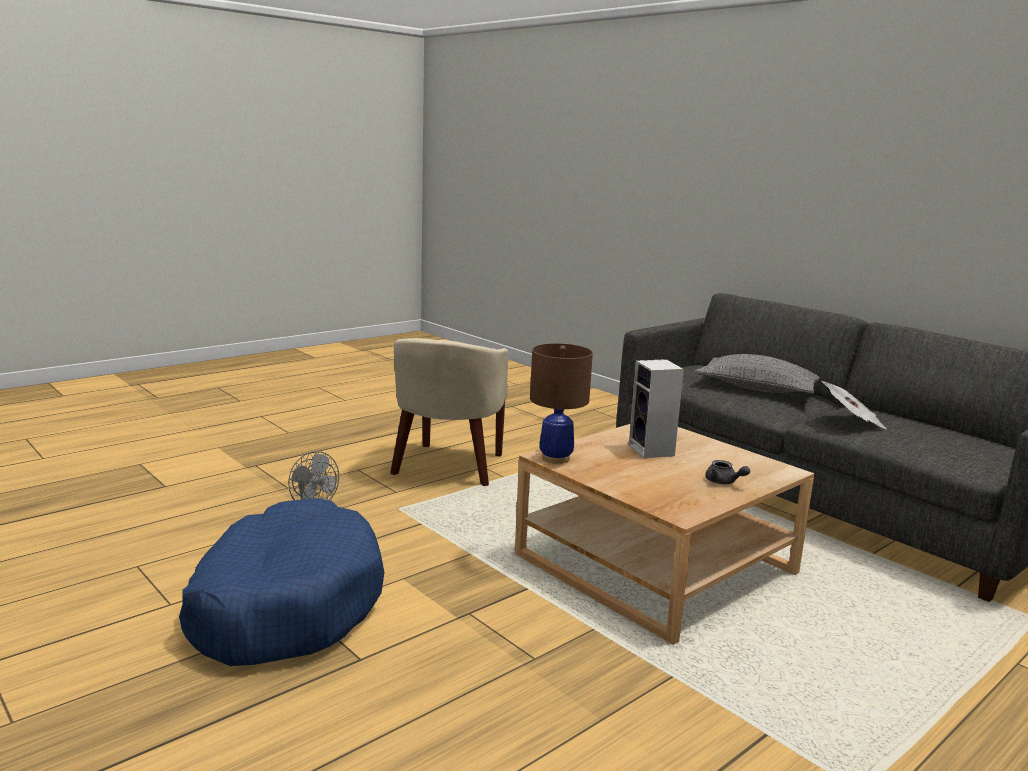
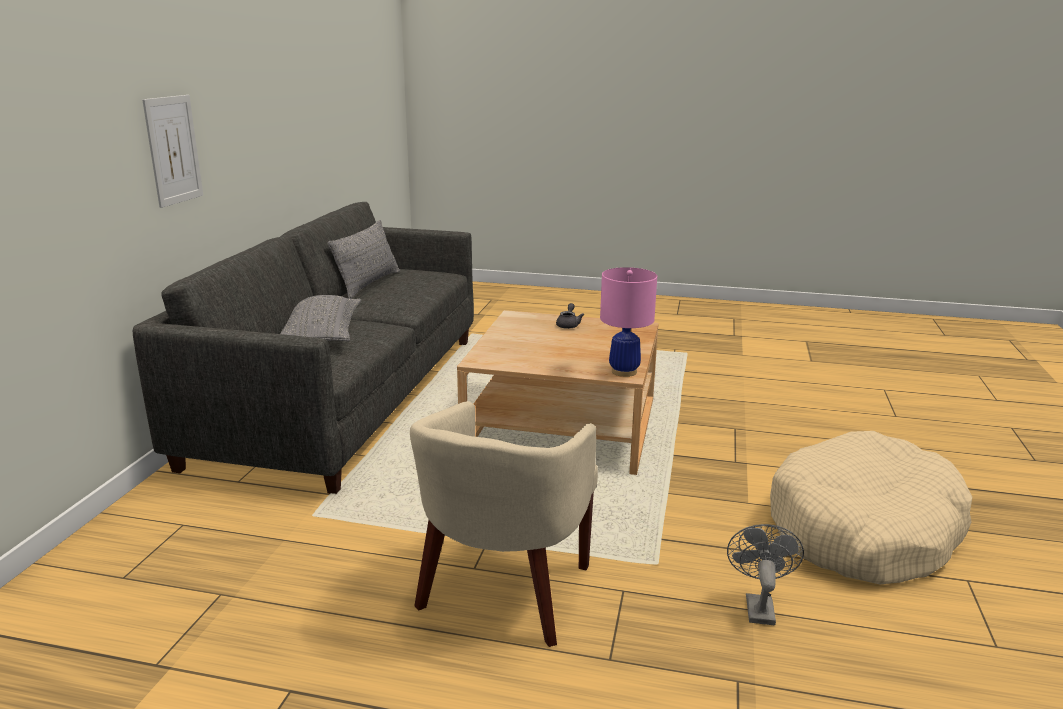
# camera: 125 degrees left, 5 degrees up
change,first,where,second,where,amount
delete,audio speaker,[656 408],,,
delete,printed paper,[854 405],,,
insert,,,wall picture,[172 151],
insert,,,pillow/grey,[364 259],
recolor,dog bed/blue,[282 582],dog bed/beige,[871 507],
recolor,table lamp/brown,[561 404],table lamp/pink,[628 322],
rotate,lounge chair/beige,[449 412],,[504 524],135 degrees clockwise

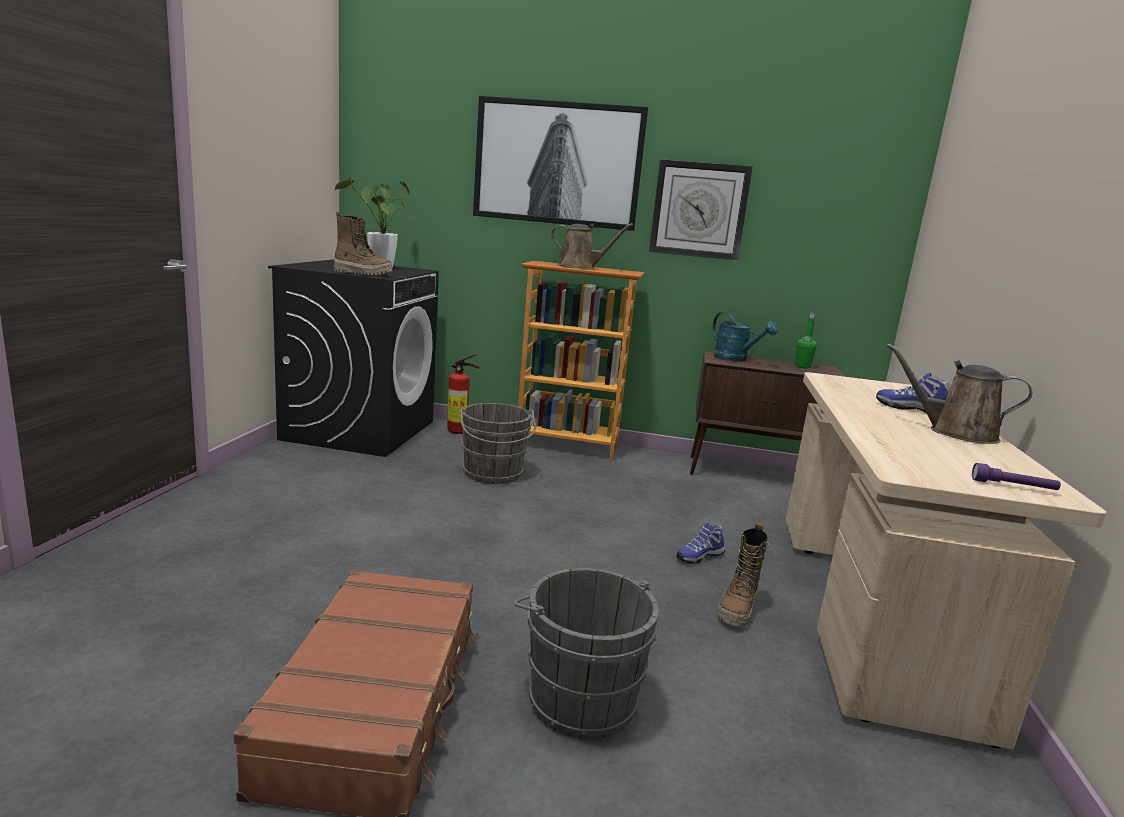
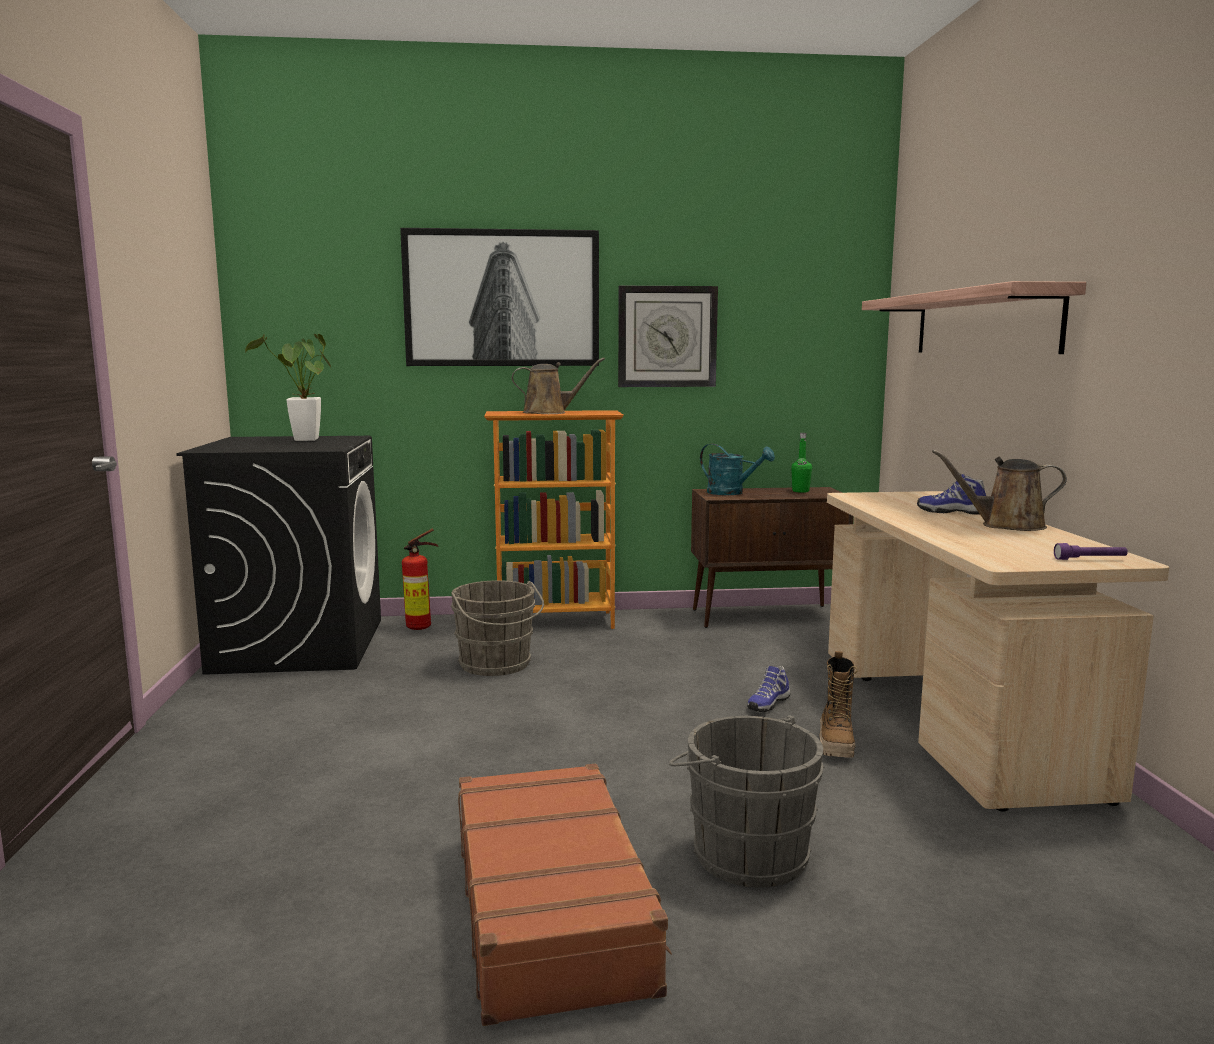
# camera: 15 degrees left, 5 degrees down
change,first,where,second,where,amount
delete,high-top boot,[363 243],,,
insert,,,bracket shelf,[974 317],

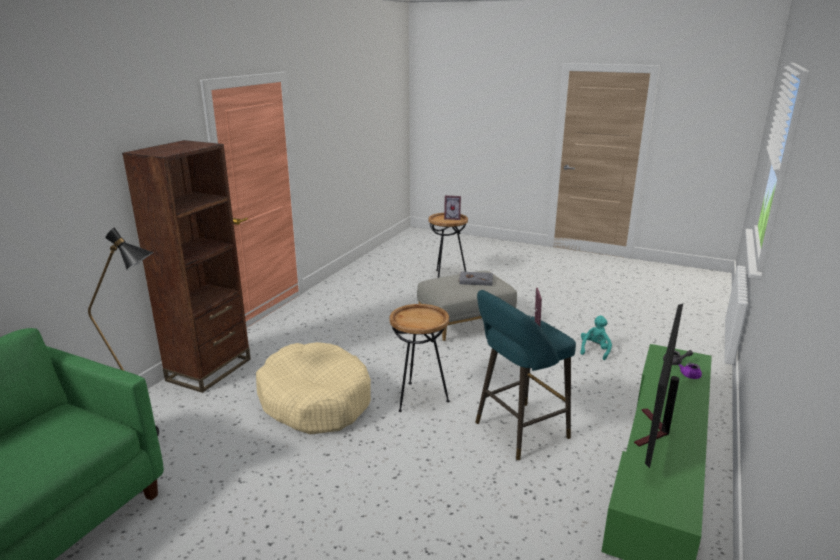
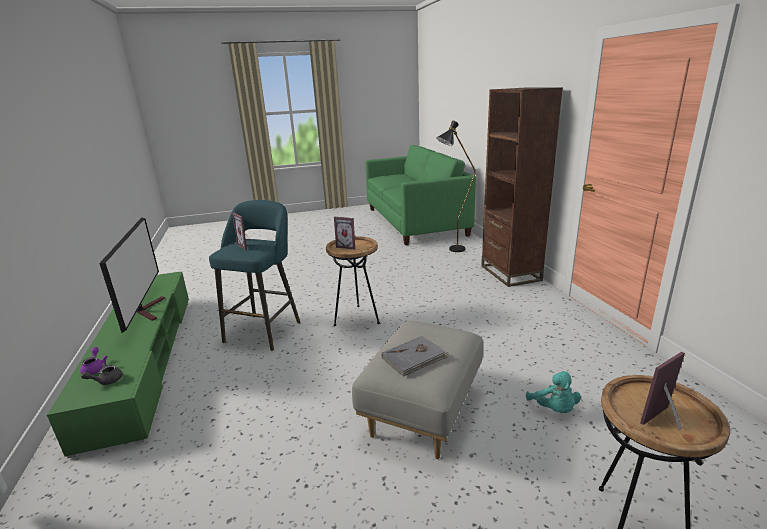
# camera: 140 degrees right, 0 degrees up
change,first,where,second,where,amount
delete,dog bed/beige,[313 388],,,
insert,,,picture frame,[344 233],
move,cuddly toy/blue-green,[596 337],,[553 392],

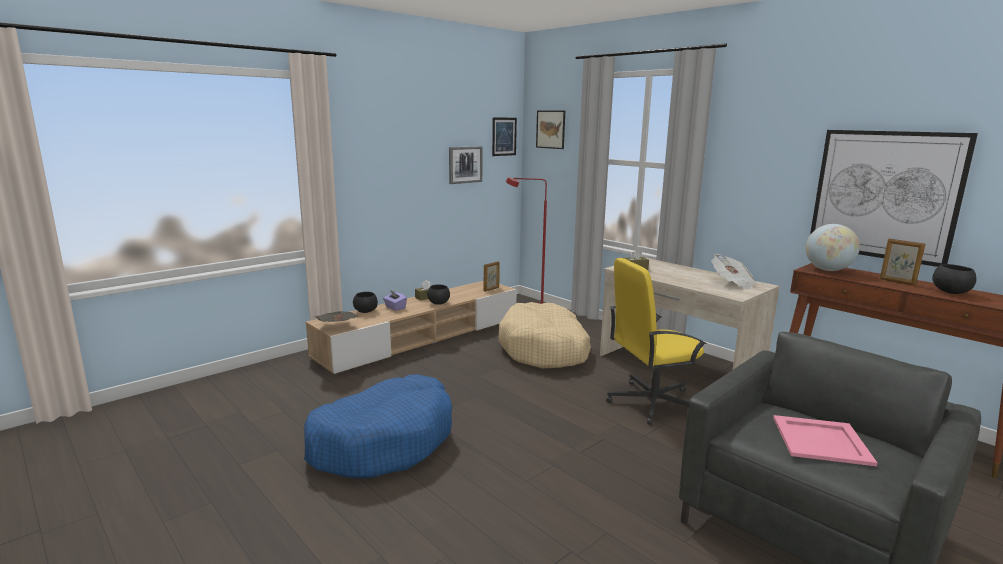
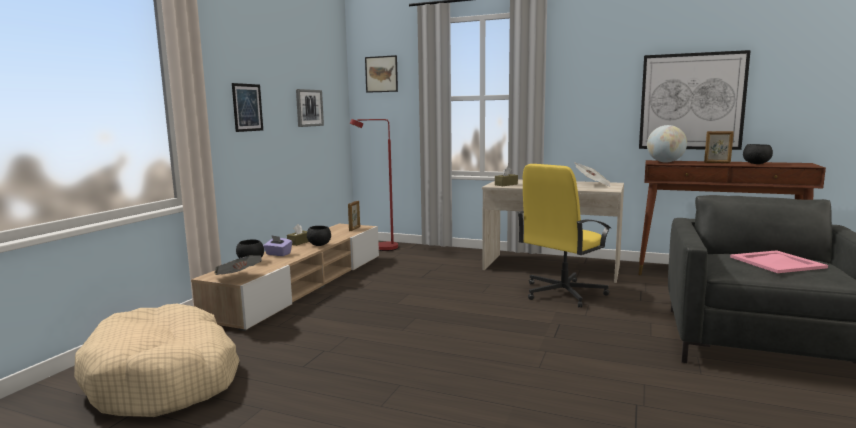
# camera: 25 degrees left, 5 degrees down
change,first,where,second,where,amount
delete,dog bed/blue,[378 426],,,
move,wall picture,[504 136],,[247 107],
move,dog bed/beige,[545 335],,[157 360],

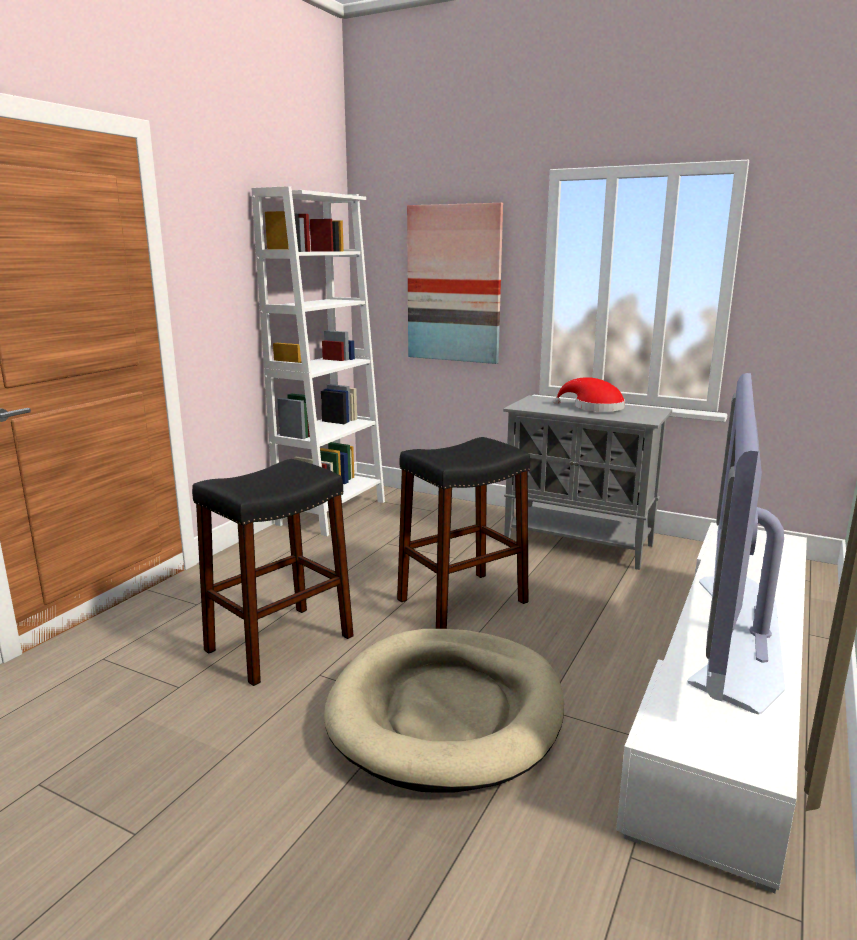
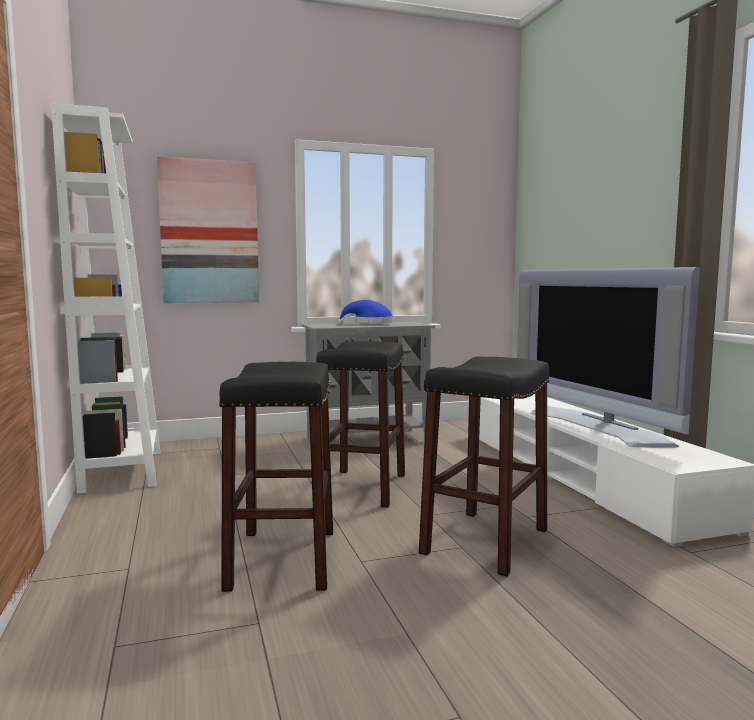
# camera: 45 degrees left, 10 degrees down
change,first,where,second,where,amount
replace,dog bed/beige,[444 711],stool seat/black,[484 466],
recolor,hat/red,[589 394],hat/blue,[365 312],

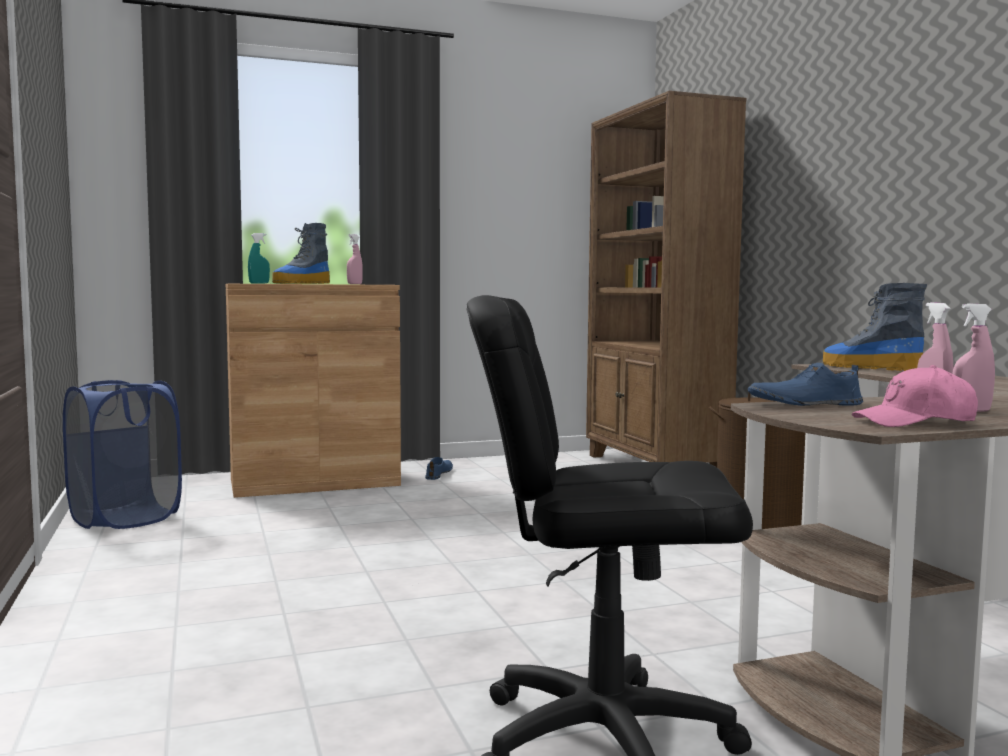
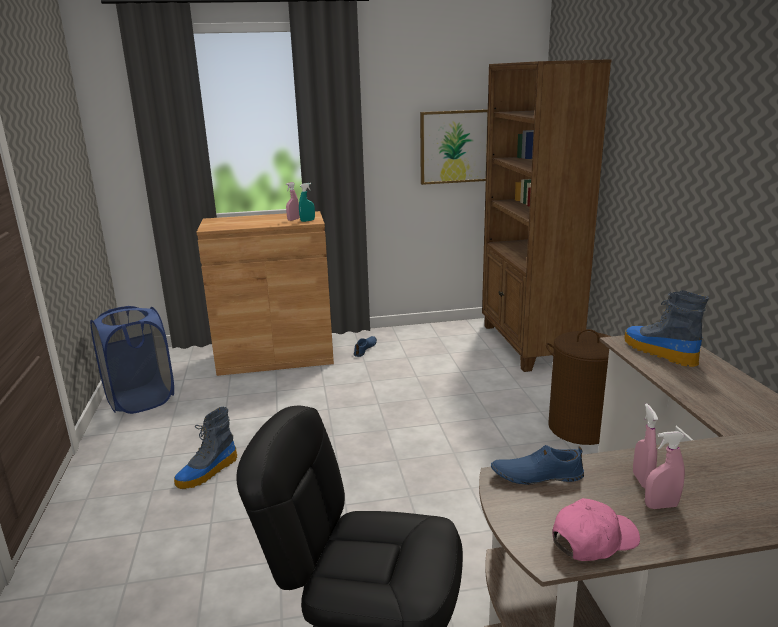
# camera: 10 degrees right, 15 degrees up
change,first,where,second,where,amount
insert,,,wall picture,[454 147],
move,hand sprayer/blue-green,[259 258],,[307 202],
move,high-top boot,[301 253],,[205 448],
rotate,cap/pink,[915 396],,[596 529],150 degrees clockwise

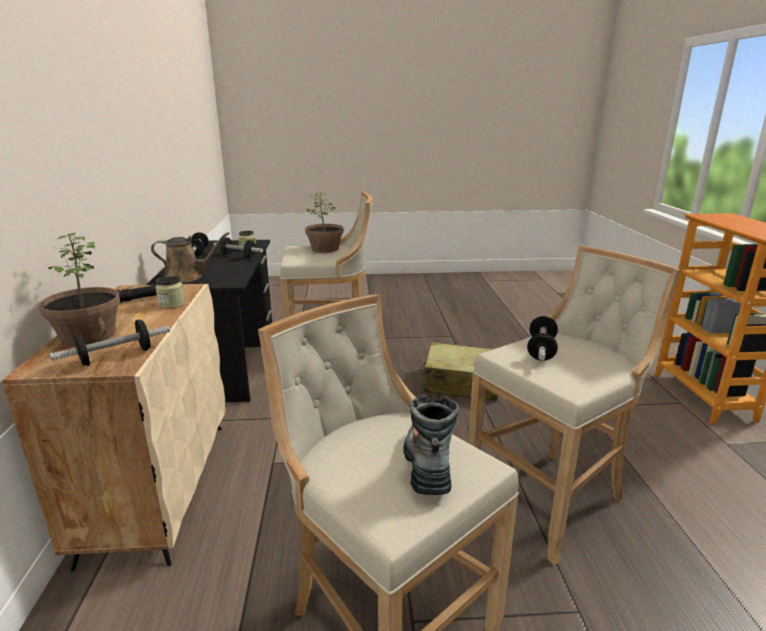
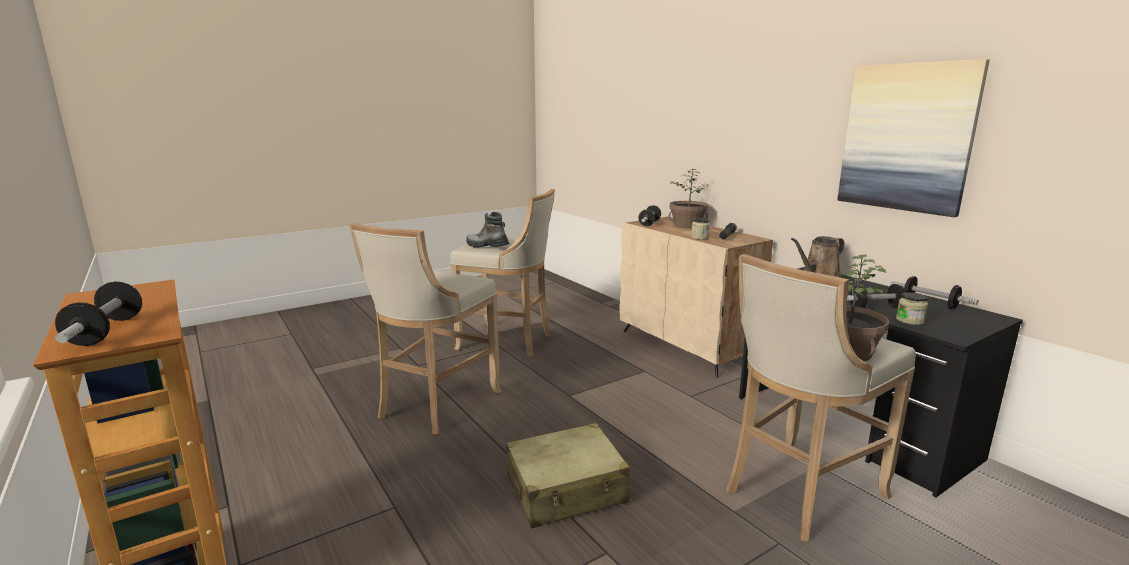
# camera: 150 degrees right, 5 degrees down
change,first,where,second,where,amount
insert,,,wall picture,[913 138],
move,hand weight,[542 338],,[98 314],
rotate,high-top boot,[431 445],,[487 230],150 degrees clockwise

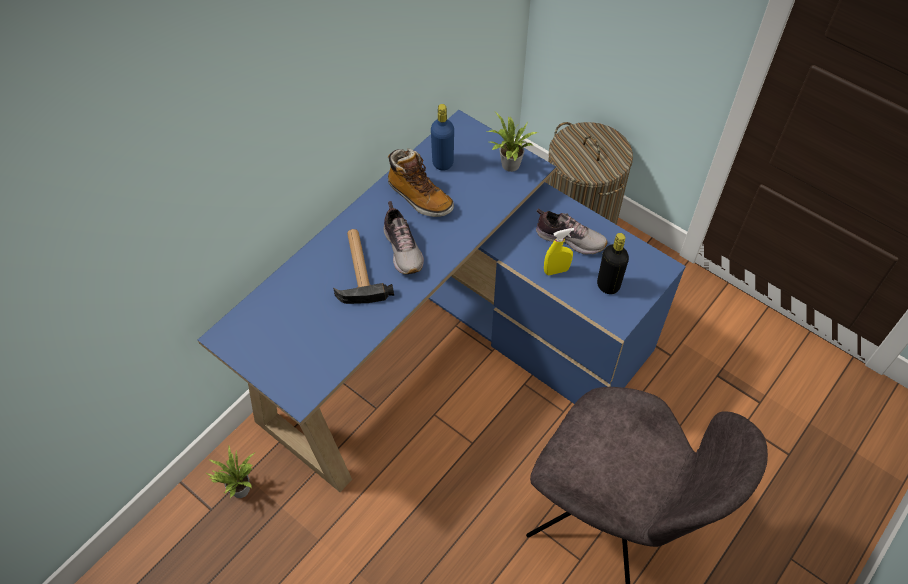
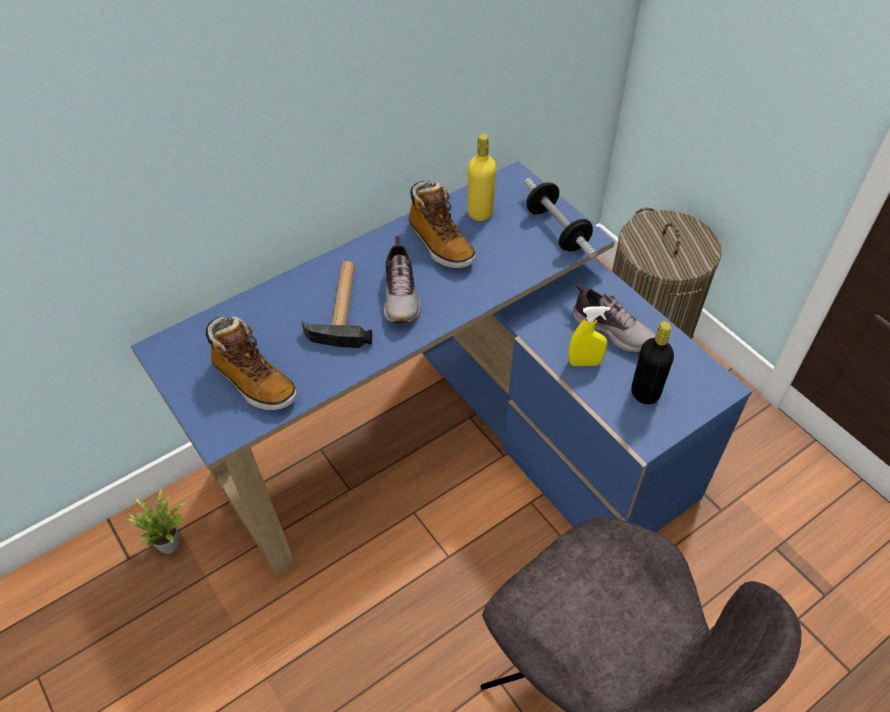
# camera: 15 degrees right, 5 degrees down
change,first,where,second,where,amount
insert,,,high-top boot,[251 363],
replace,plant in a pot,[512 142],hand weight,[560 218],
recolor,beverage bottle/blue,[442 137],beverage bottle/yellow-coloured,[482 177],

